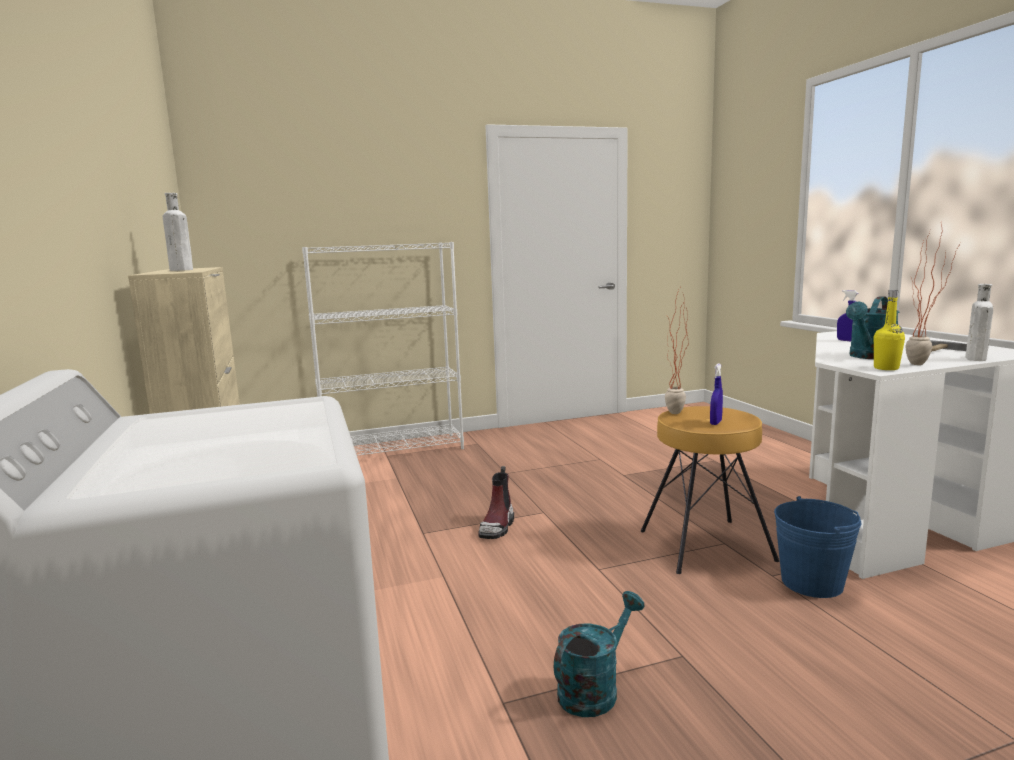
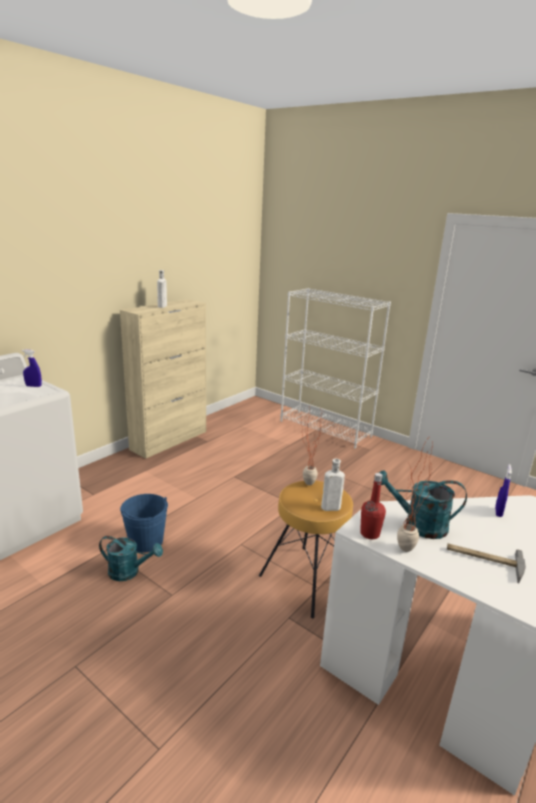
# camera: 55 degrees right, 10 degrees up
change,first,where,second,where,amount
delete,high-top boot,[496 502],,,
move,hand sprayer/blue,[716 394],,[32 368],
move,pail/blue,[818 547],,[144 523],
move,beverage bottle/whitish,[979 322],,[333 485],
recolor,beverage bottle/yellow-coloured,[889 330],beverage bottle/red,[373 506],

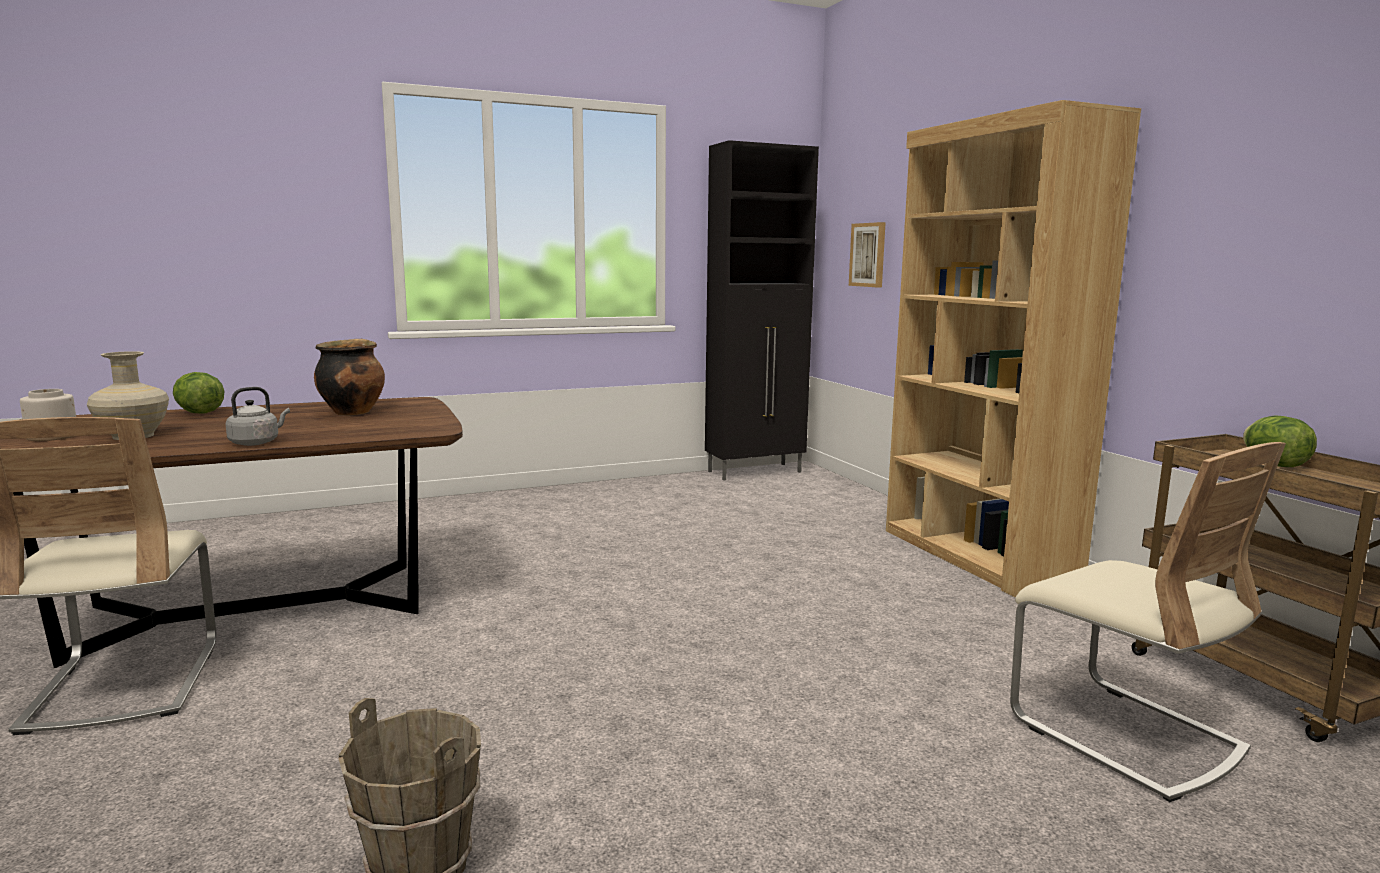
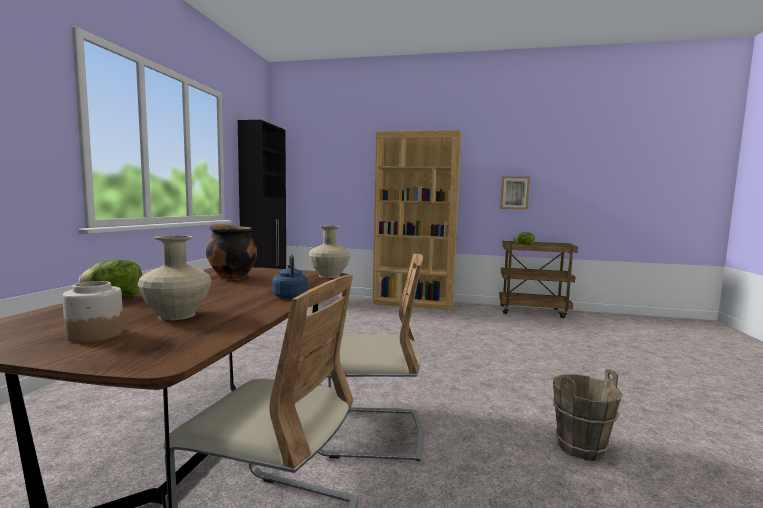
# camera: 55 degrees left, 5 degrees down
change,first,where,second,where,amount
insert,,,decorative vase/beige,[329 252],
move,wall picture,[867 254],,[515 193],
move,chair/beige,[1148 622],,[371 357],
recolor,kettle/grey,[258 416],kettle/blue,[290 276],

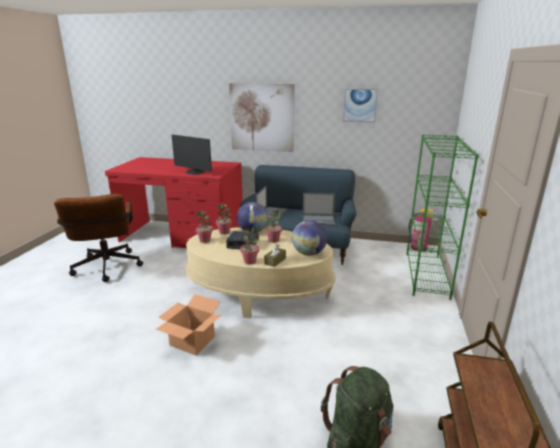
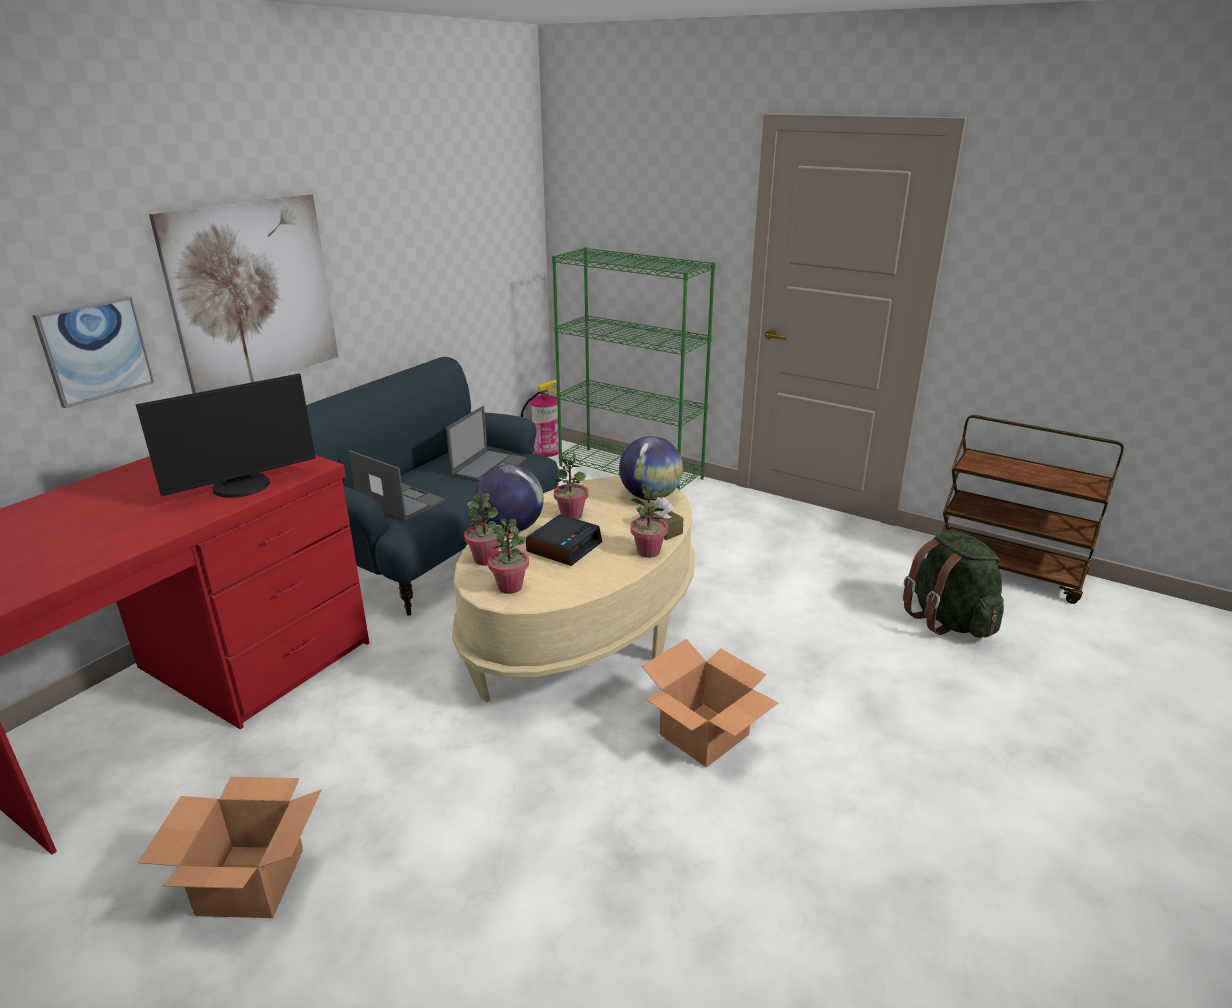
# camera: 70 degrees left, 5 degrees up
change,first,where,second,where,amount
move,wall picture,[360 106],,[93 352],
replace,office chair/brown,[98 238],packing box,[229 847],

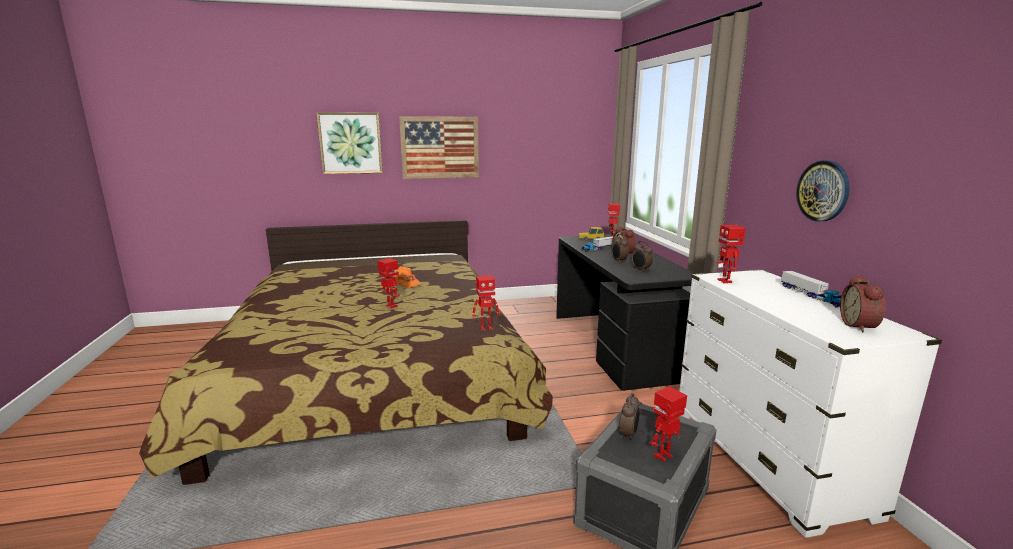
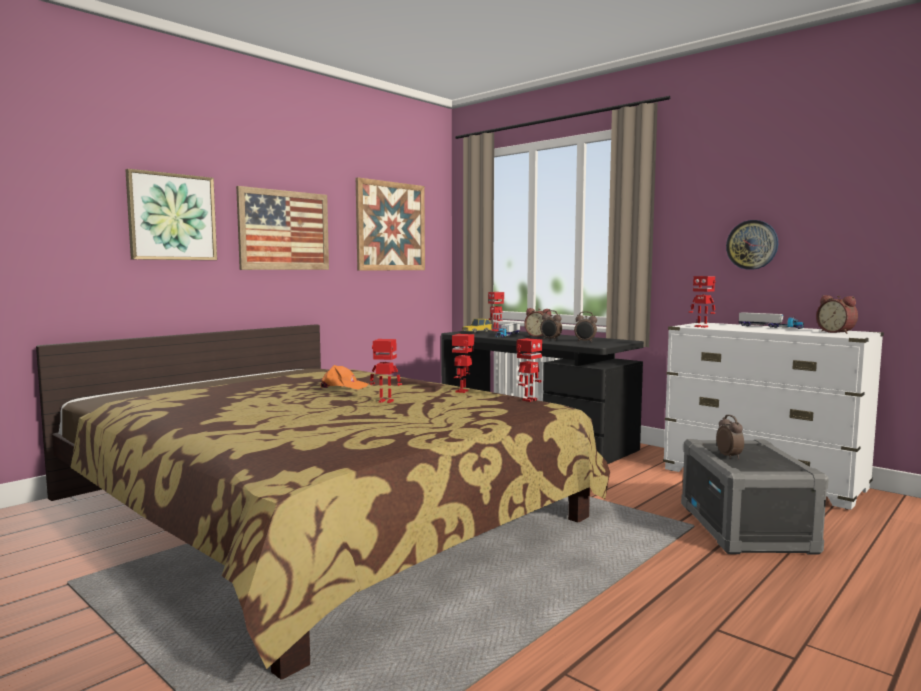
# camera: 35 degrees left, 10 degrees down
change,first,where,second,where,amount
insert,,,wall picture,[390 223],
move,toy robot,[668 423],,[463 363],

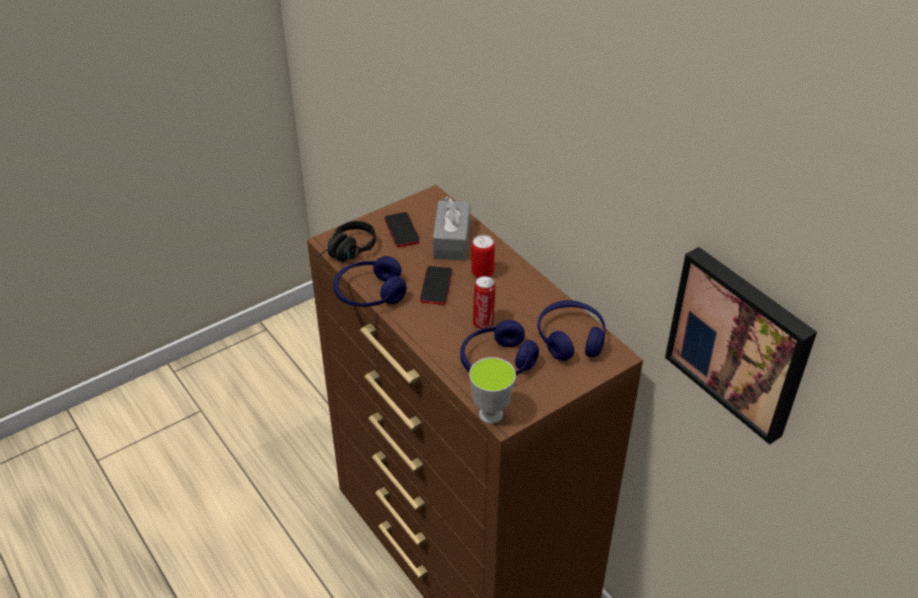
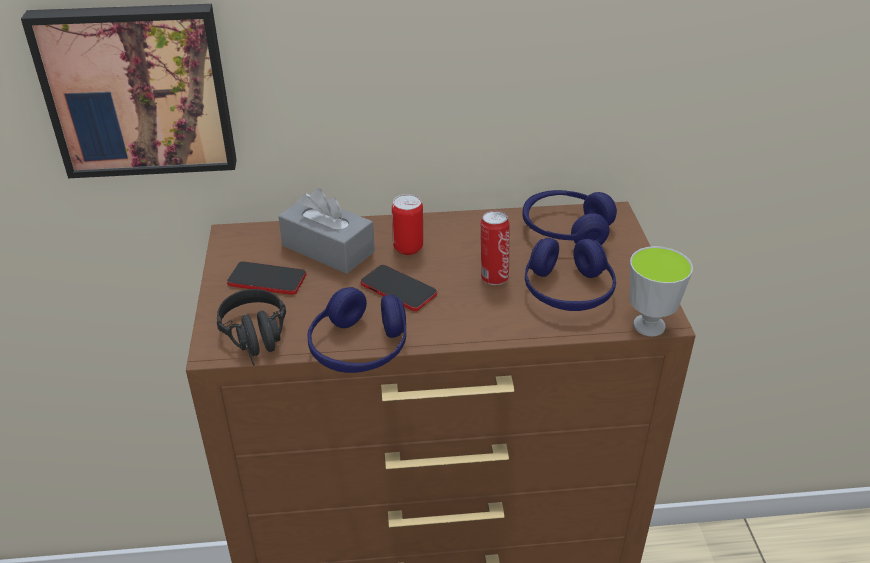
# camera: 60 degrees left, 5 degrees down
change,first,where,second,where,amount
move,wall picture,[741 346],,[129 91],

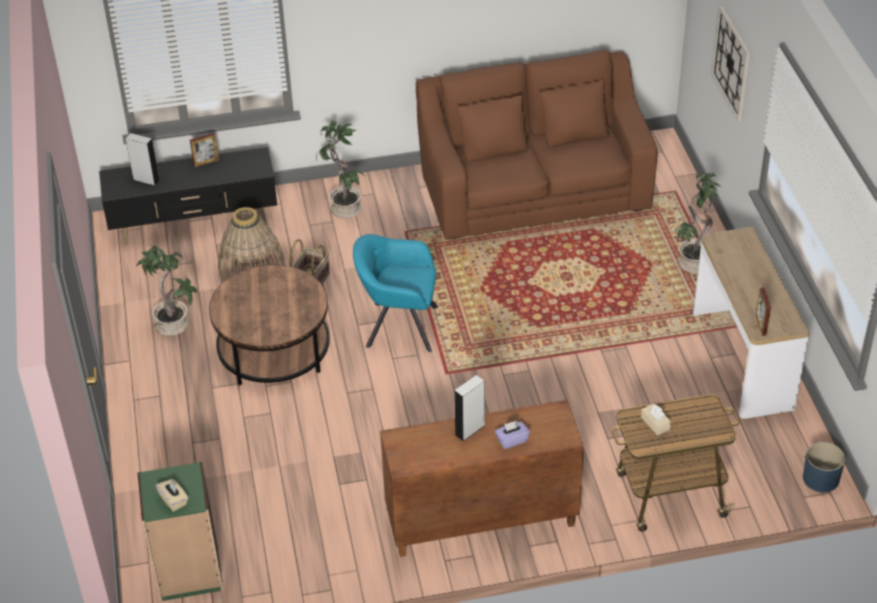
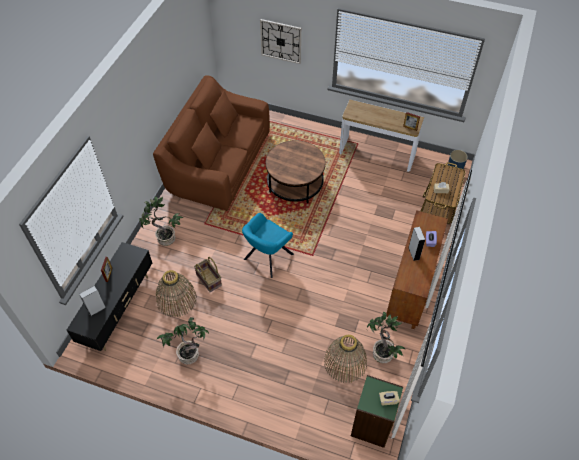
# camera: 60 degrees left, 10 degrees up
change,first,where,second,where,amount
insert,,,household basket,[345 359],
move,low table/brown,[269 325],,[295 171],
move,plant in a pot,[698 223],,[386 337],

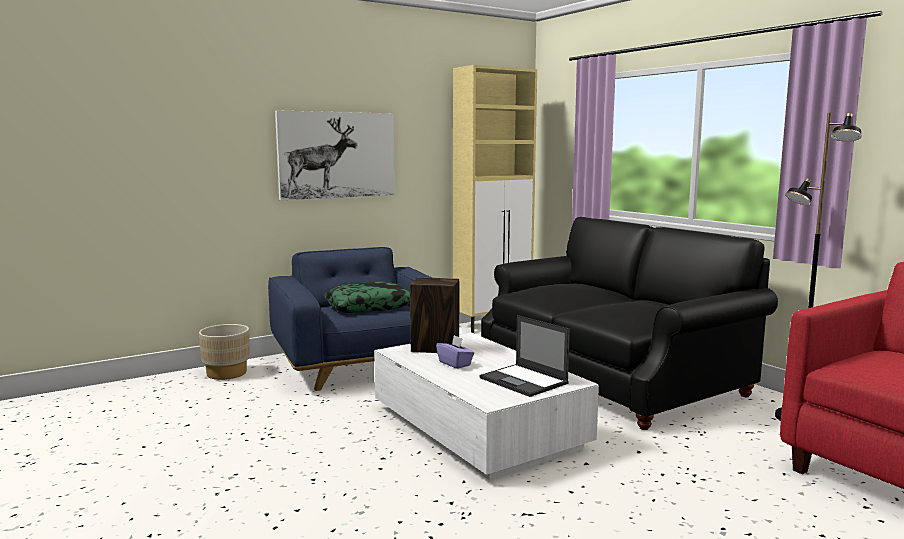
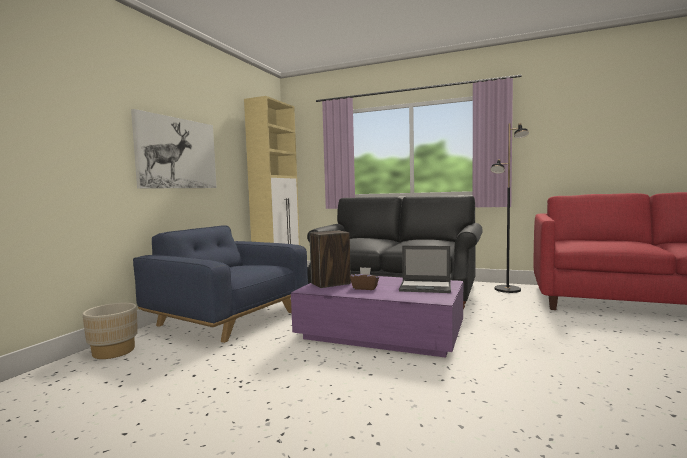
# camera: 35 degrees left, 5 degrees down
change,first,where,second,where,amount
delete,pillow,[367 297],,,
recolor,low table/whitish,[486 406],low table/purple,[377 317],
recolor,box of tissues/purple,[455 352],box of tissues/brown,[364 278],

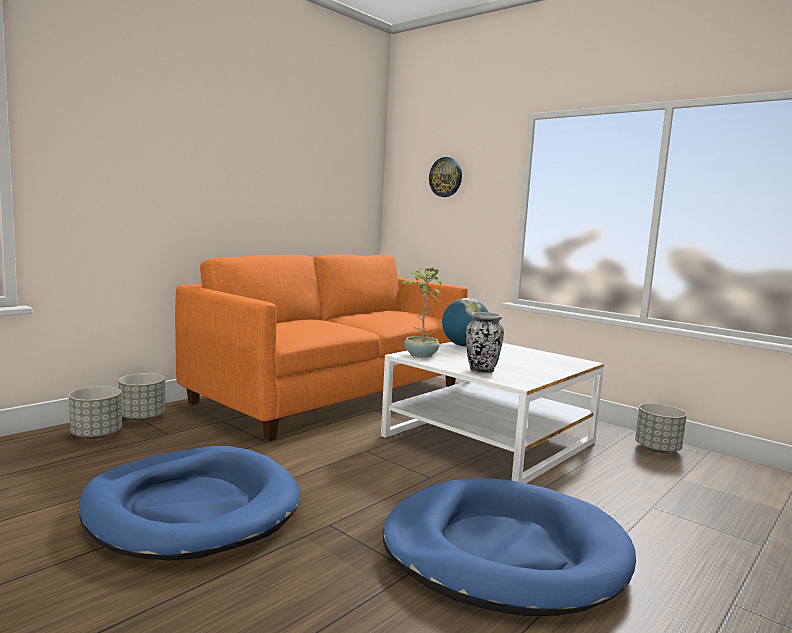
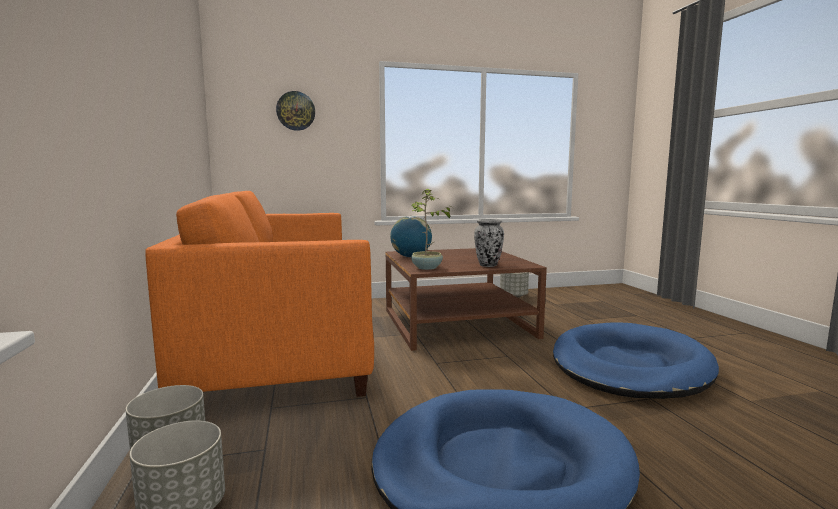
# camera: 55 degrees left, 0 degrees up
change,first,where,second,where,amount
recolor,low table/whitish,[492 412],low table/brown,[466 299],

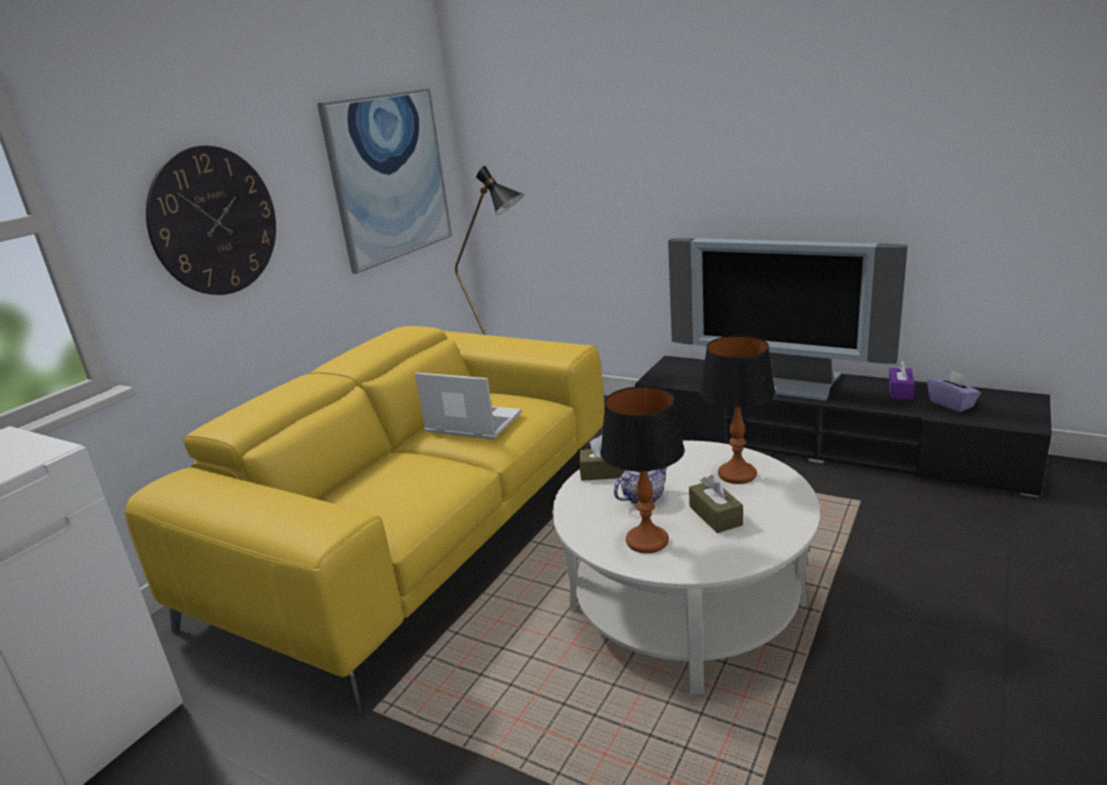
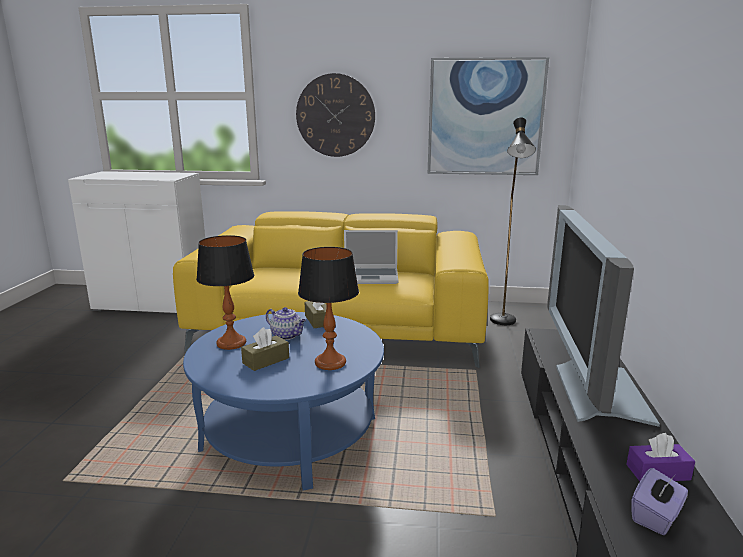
# camera: 65 degrees right, 5 degrees down
change,first,where,second,where,amount
recolor,low table/whitish,[686 568],low table/blue,[283 401],
rotate,laptop,[468 406],,[371 257],90 degrees clockwise

